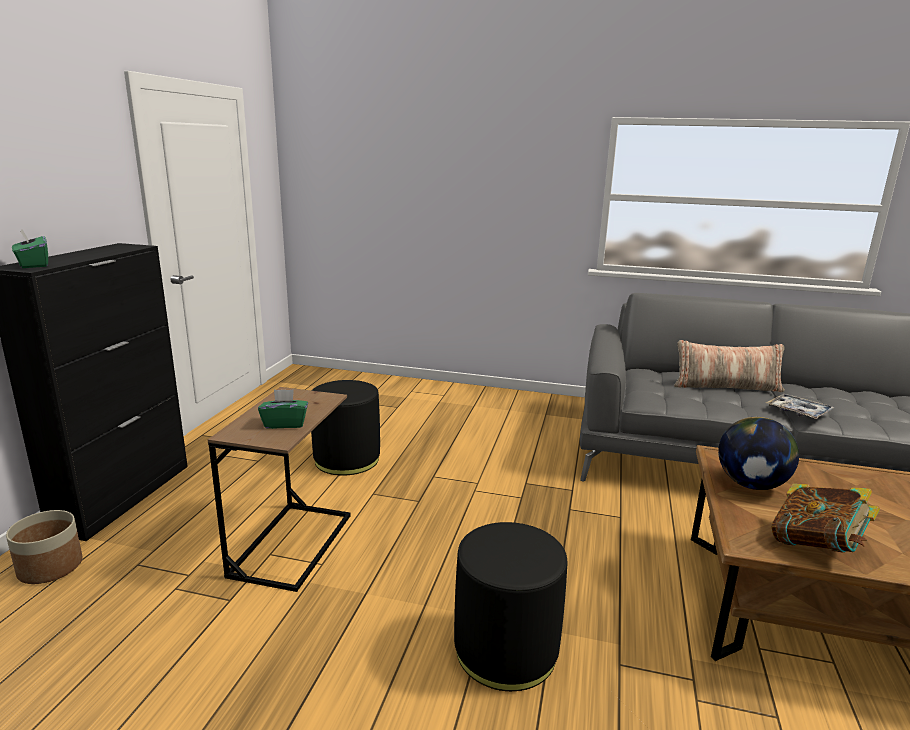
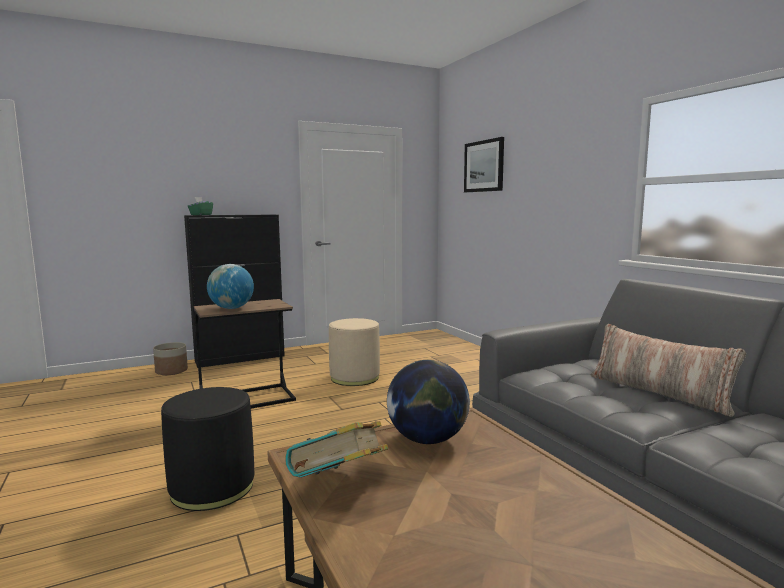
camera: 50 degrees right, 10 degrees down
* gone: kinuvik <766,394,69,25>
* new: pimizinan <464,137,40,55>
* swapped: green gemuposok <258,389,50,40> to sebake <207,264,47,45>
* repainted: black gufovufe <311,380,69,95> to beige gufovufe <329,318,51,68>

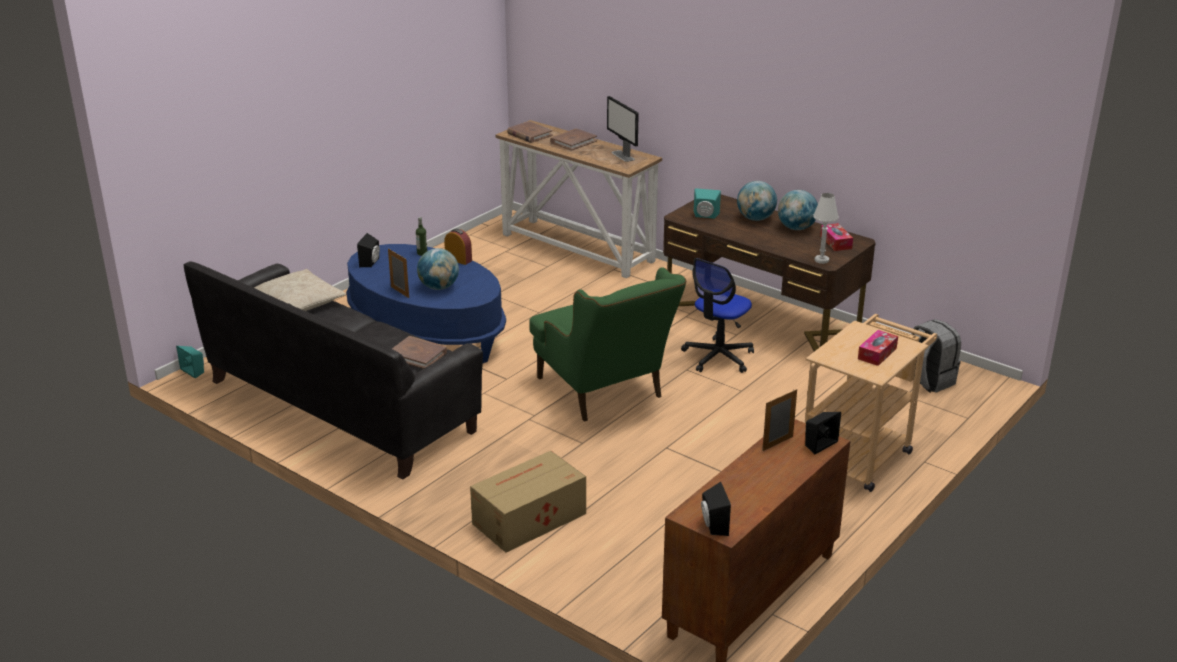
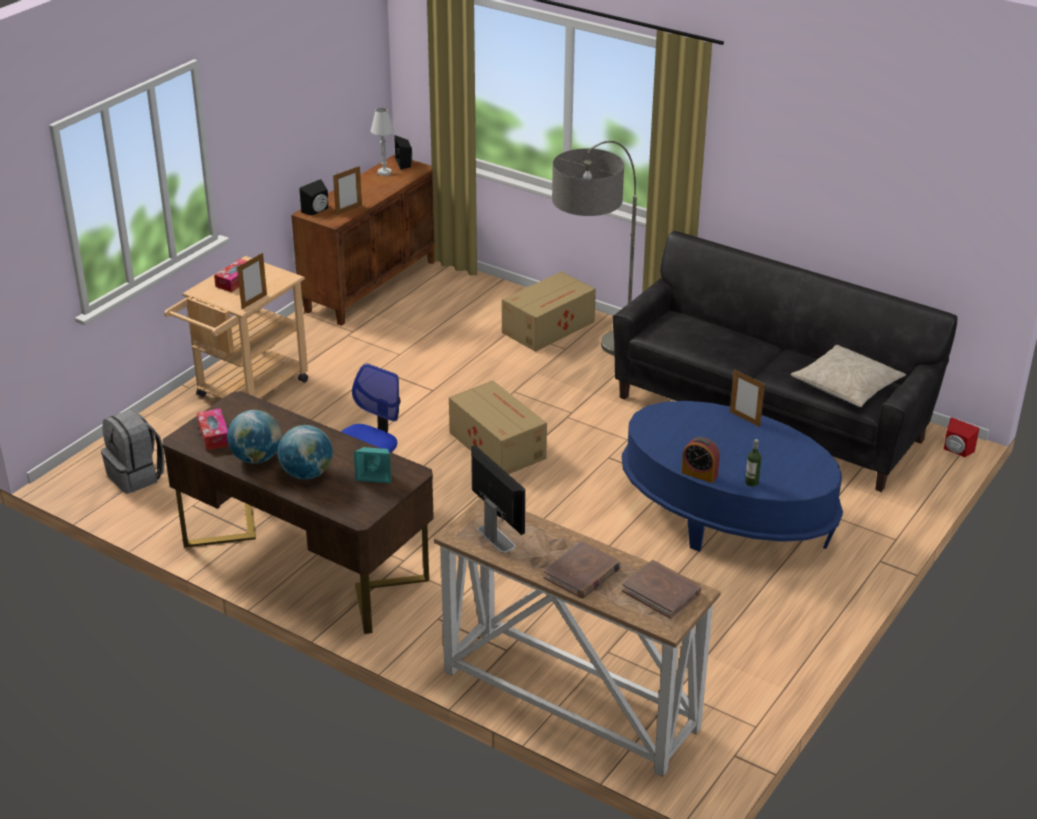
camera: 175 degrees right, 5 degrees up
* gone: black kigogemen <357,233,23,34>
* gone: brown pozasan <392,336,55,33>
* gone: sebake <417,248,42,42>
* new: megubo <237,253,30,56>
* new: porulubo <552,141,85,215>
* shifted: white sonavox <813,193,26,71> to <371,108,24,68>
* swapped: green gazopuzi <529,267,157,155> to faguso <449,381,98,93>
* repainted: turquoise kigogemen <176,346,28,32> to red kigogemen <944,417,35,40>

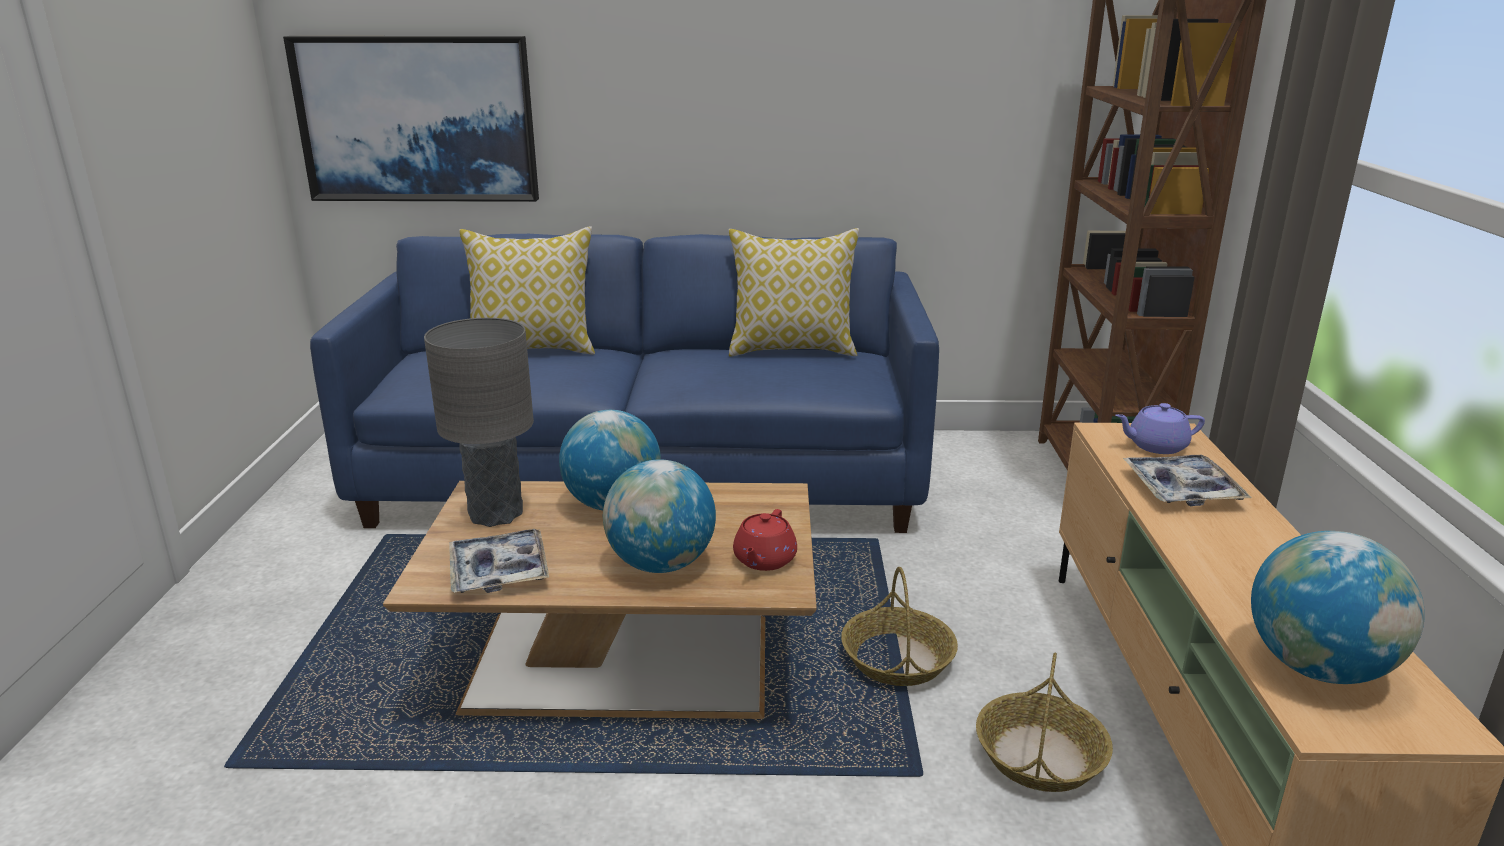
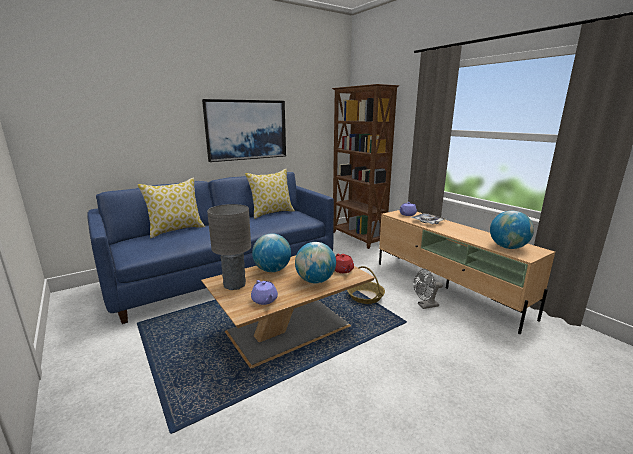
camera: 35 degrees left, 5 degrees down
* shifted: pimizinan <283,36,256,166> to <202,99,84,63>
* swapped: kinuvik <449,529,100,64> to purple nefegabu <251,280,27,25>
* swapped: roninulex <976,653,137,139> to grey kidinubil <414,269,29,40>

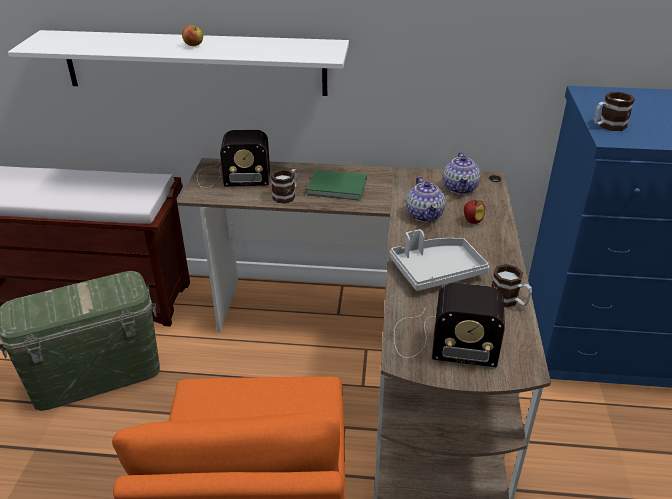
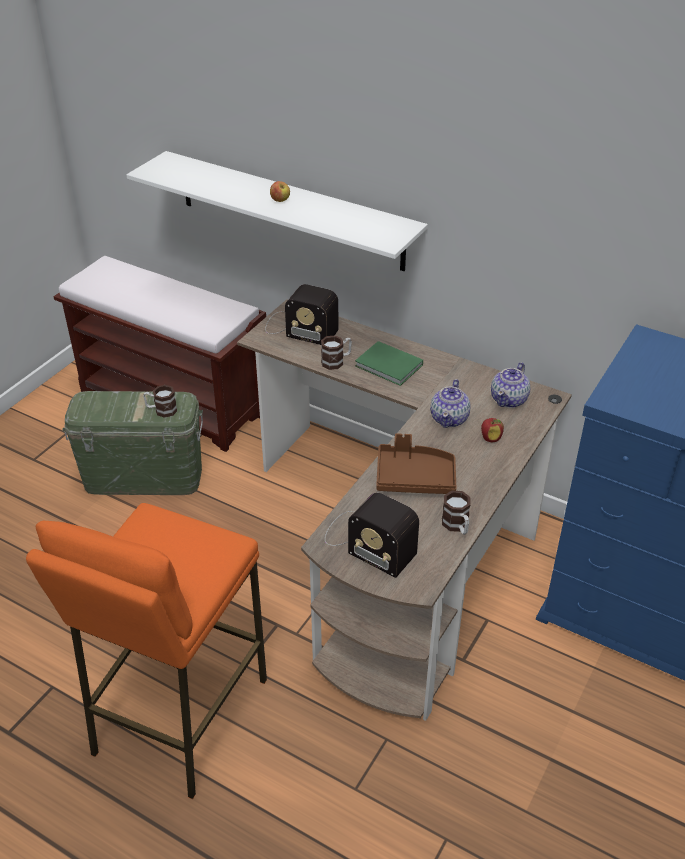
camera: 25 degrees right, 5 degrees up
* shifted: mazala <594,92,41,39> to <143,385,34,33>
* repainted: grey kinuvik <390,229,99,62> to brown kinuvik <376,434,80,60>

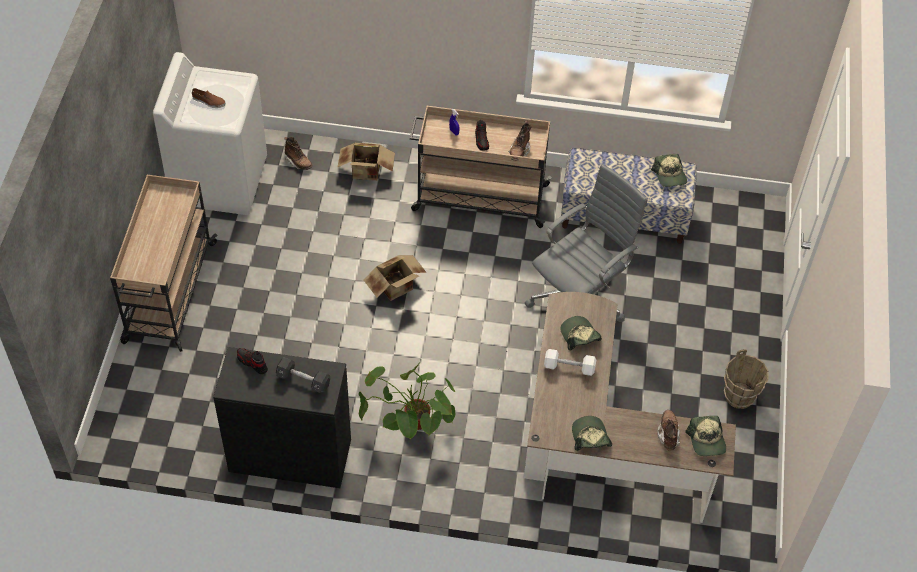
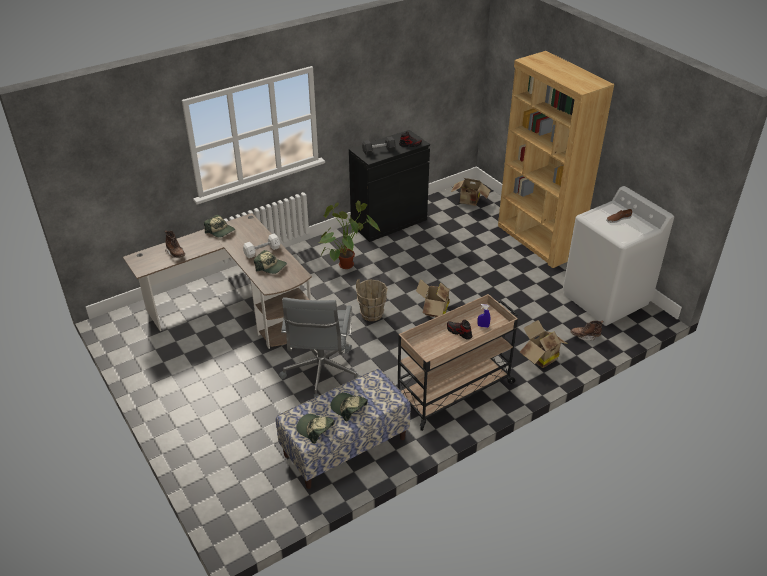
camera: 140 degrees right, 15 degrees down
* gone: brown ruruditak <509,121,22,40>
* new: faguso <451,178,40,28>
* shifted: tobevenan <685,416,41,40> to <330,393,38,29>
* shifted: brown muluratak <724,349,45,60> to <356,279,32,42>
* swapped: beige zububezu <110,175,108,177> to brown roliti <498,51,116,217>

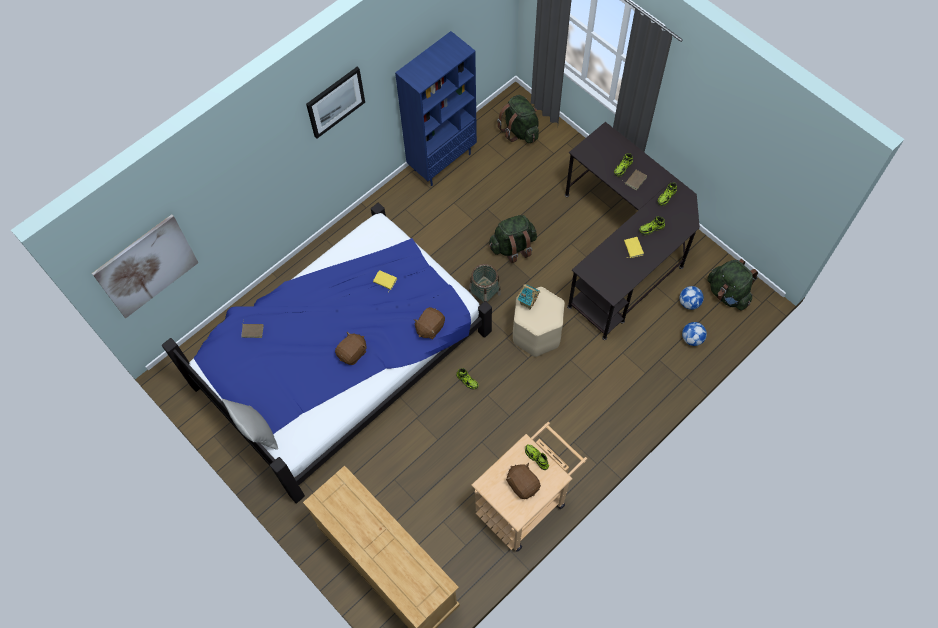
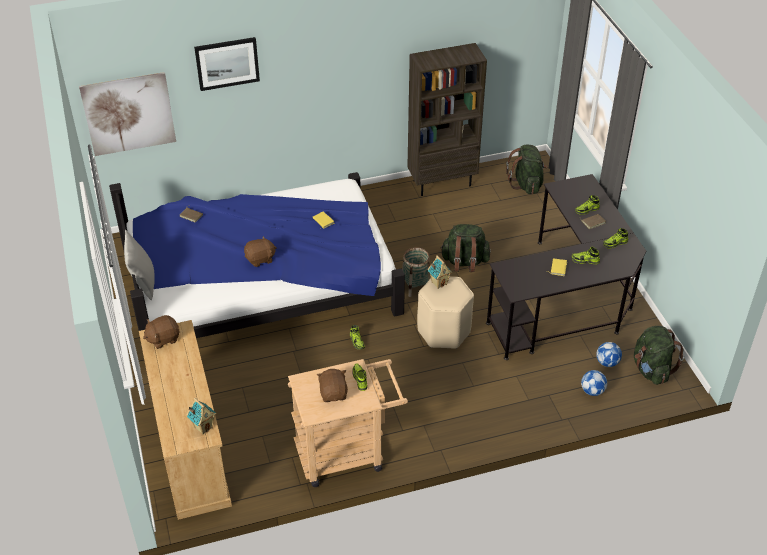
camera: 25 degrees right, 20 degrees down
* new: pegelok <187,398,29,37>
* shifted: pimizinan <306,67,59,72> to <194,37,66,54>
* shifted: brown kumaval <414,307,31,32> to <143,315,36,34>
* repainted: blue roliti <395,31,82,155> to brown roliti <407,43,80,153>

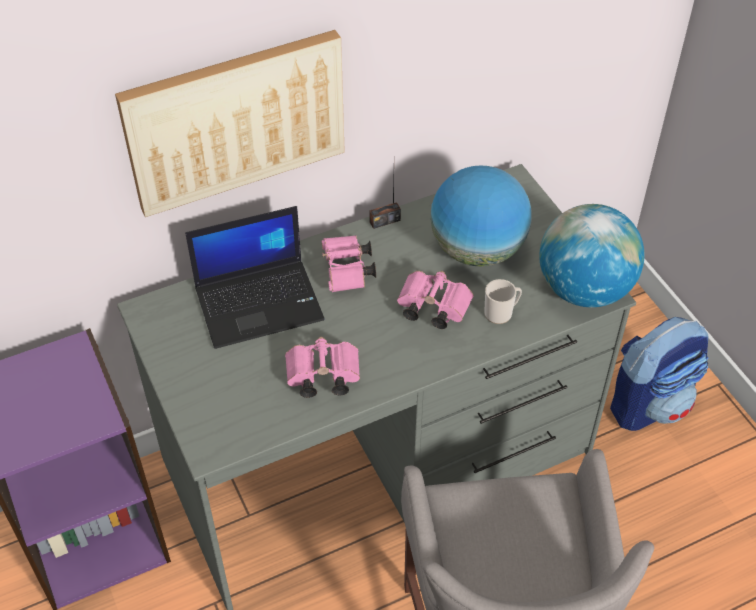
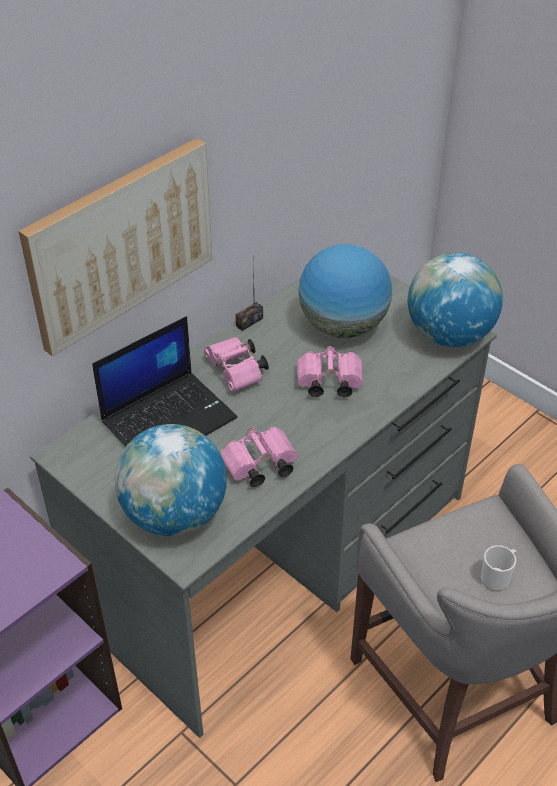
camera: 20 degrees left, 5 degrees down
* gone: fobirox <610,317,98,114>
* new: sebake <115,424,112,112>
* shifted: mazala <484,279,38,45> to <481,545,36,46>

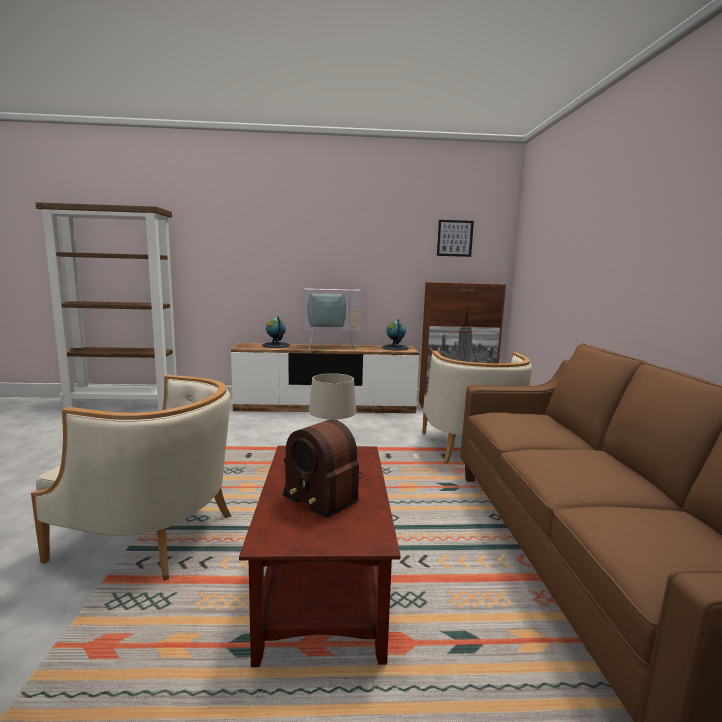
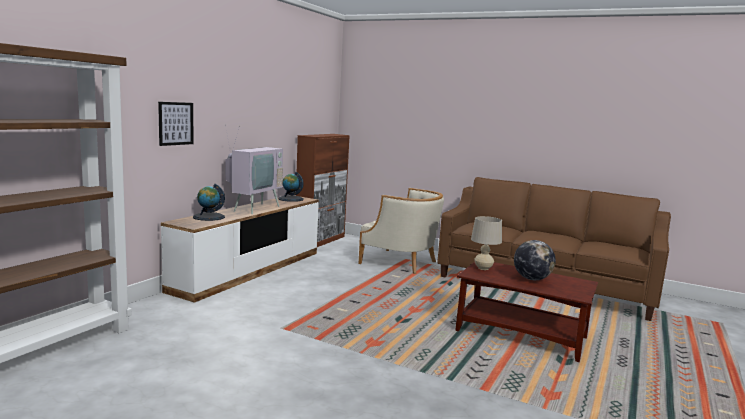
camera: 60 degrees left, 0 degrees up
* gone: beige gazopuzi <31,375,201,206>
* shifted: pimizinan <437,220,37,37> to <158,102,36,44>
* swapped: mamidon <282,420,82,98> to sebake <514,240,42,40>

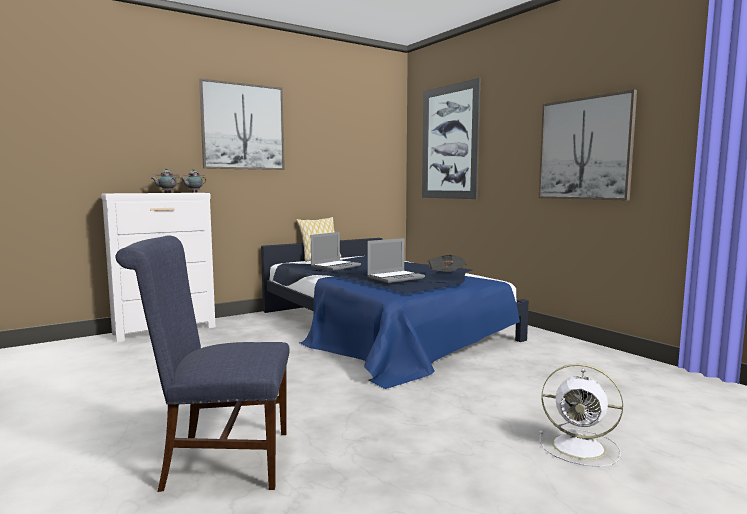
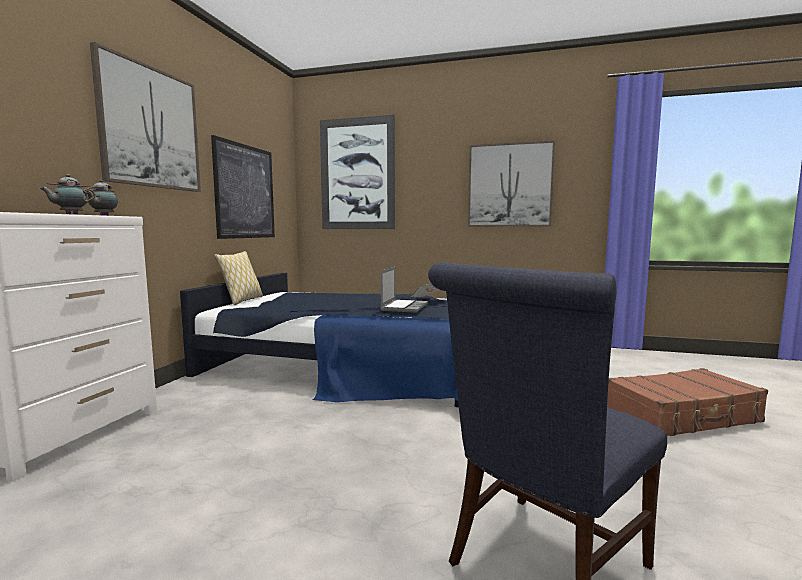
camera: 40 degrees left, 0 degrees up
* gone: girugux <311,232,50,39>
* new: pimizinan <211,135,64,104>
* swapped: white kidinubil <539,364,84,103> to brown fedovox <607,368,161,68>

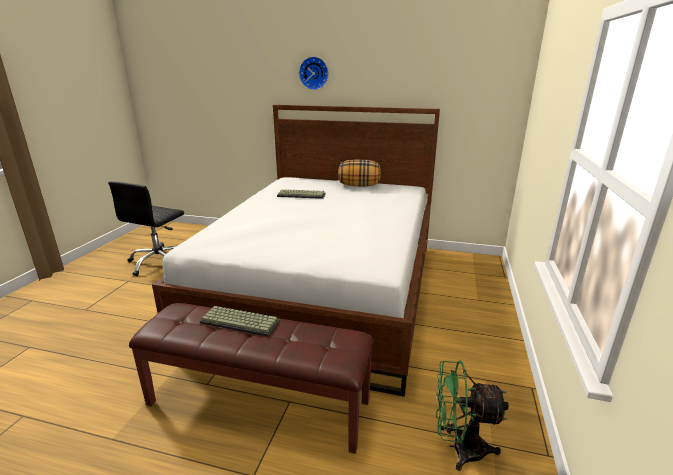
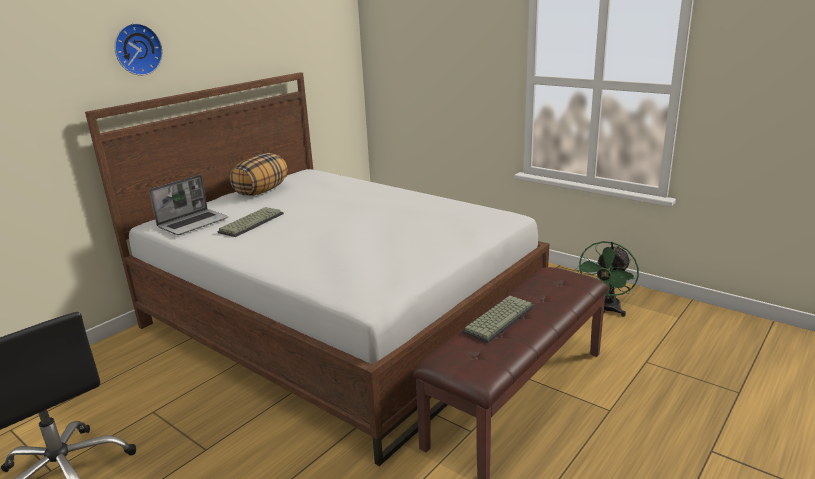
camera: 65 degrees left, 0 degrees up
* new: girugux <149,175,79,60>

